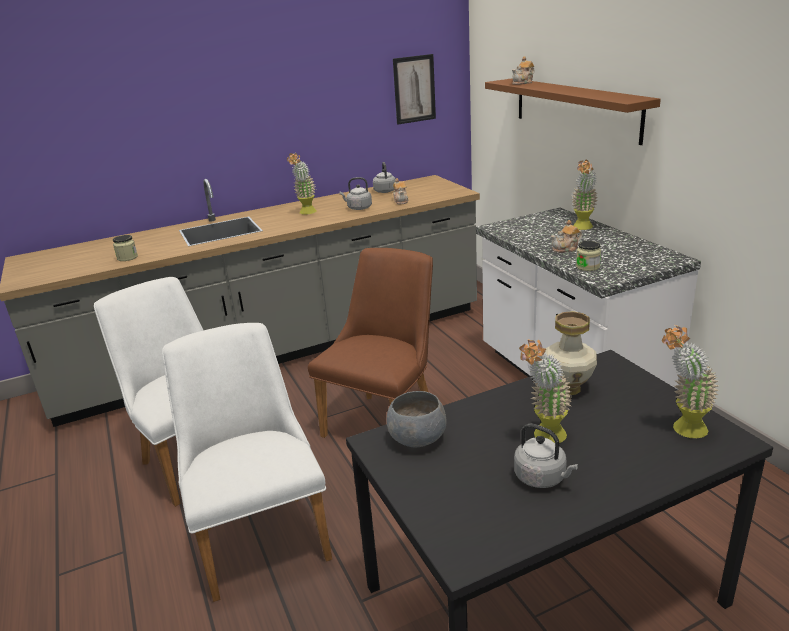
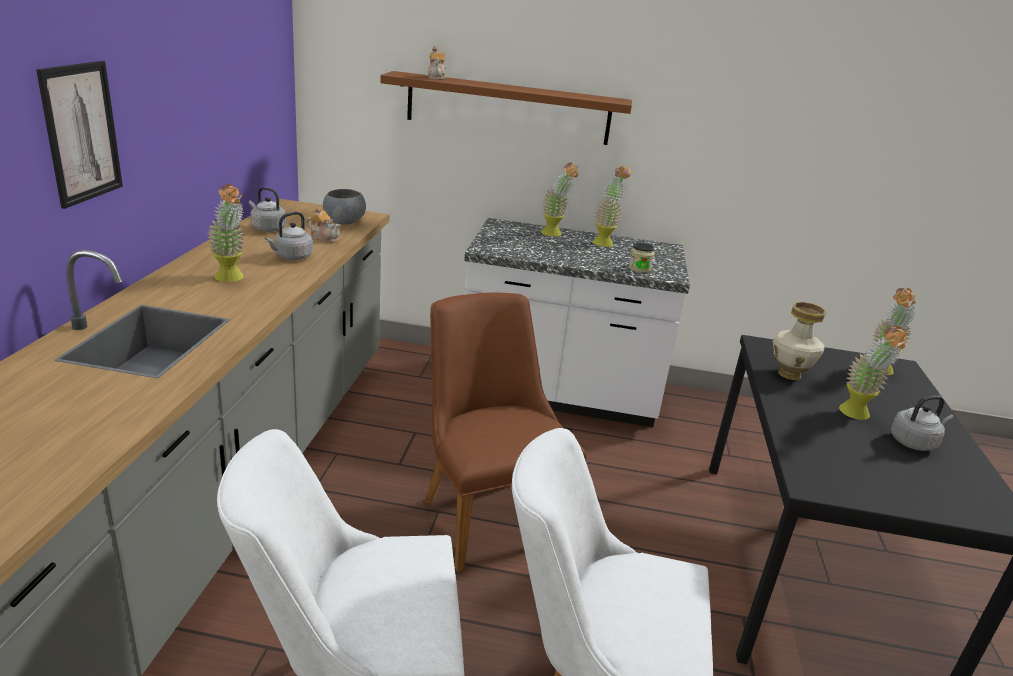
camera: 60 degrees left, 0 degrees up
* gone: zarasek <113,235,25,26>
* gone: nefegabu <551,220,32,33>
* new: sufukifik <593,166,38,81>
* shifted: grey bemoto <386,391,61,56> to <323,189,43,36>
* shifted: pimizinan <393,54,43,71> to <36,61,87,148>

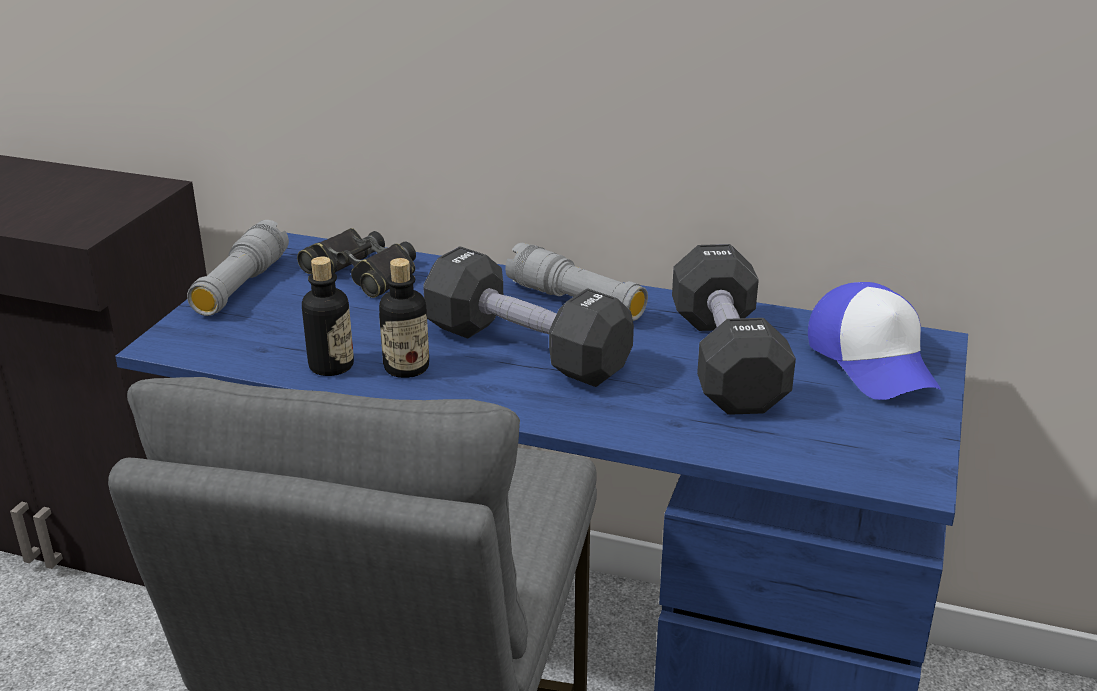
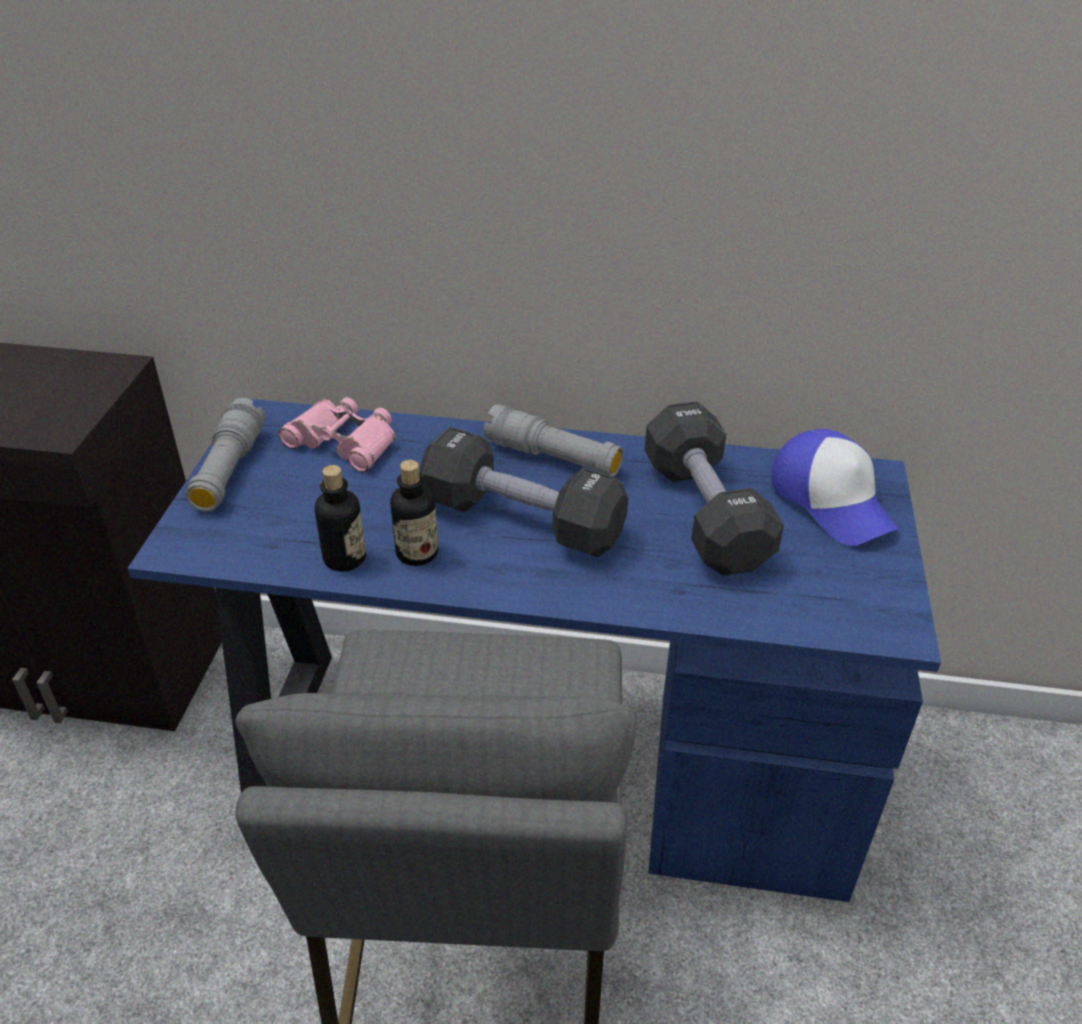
camera: 10 degrees left, 10 degrees up
* repainted: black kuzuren <297,228,119,70> to pink kuzuren <278,397,118,75>

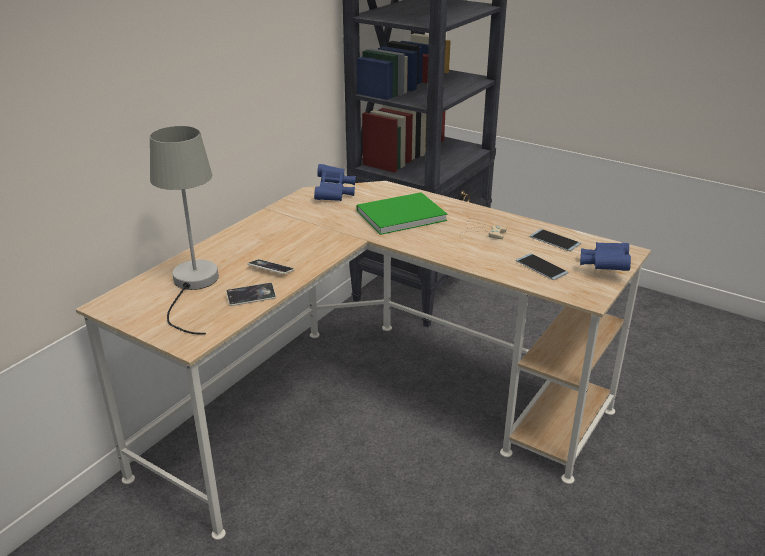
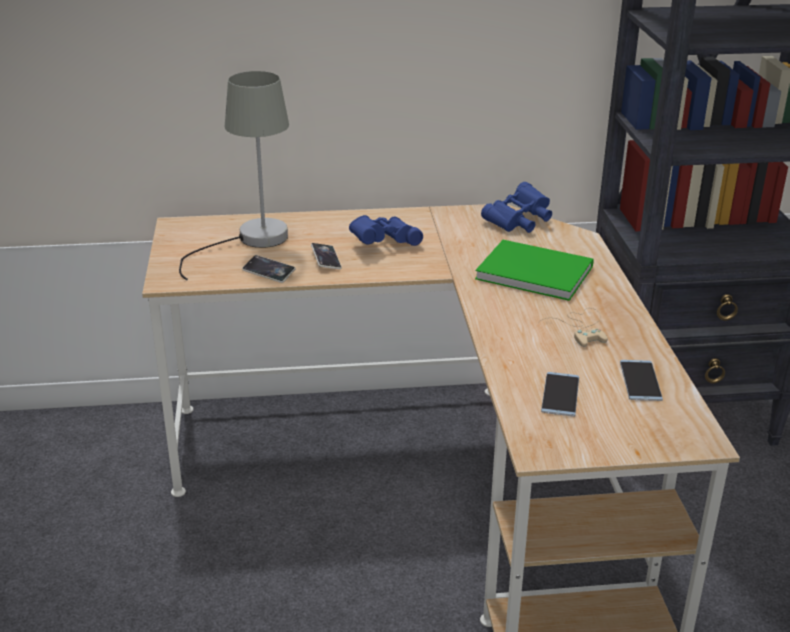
camera: 50 degrees right, 0 degrees up
* shifted: blue kuzuren <580,242,51,29> to <349,215,74,31>

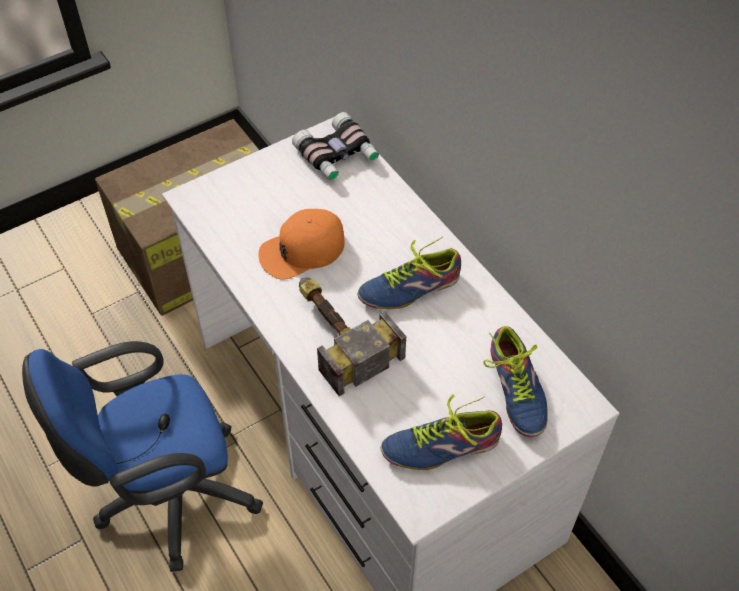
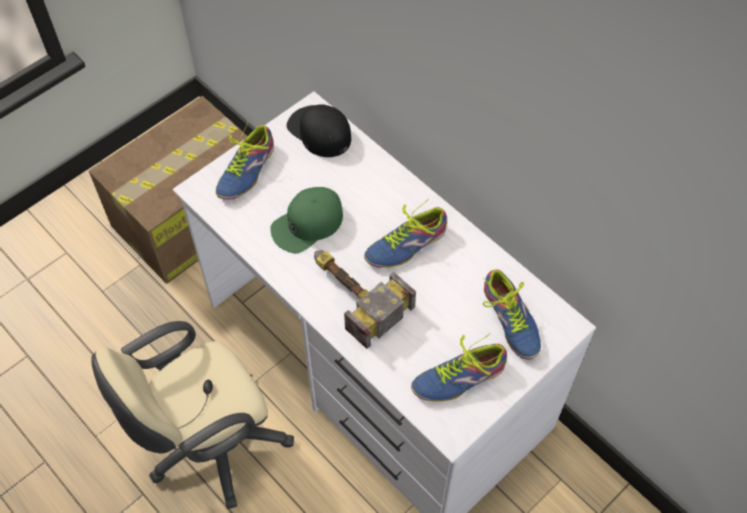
camera: 10 degrees left, 5 degrees up
* new: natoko <216,122,58,78>
* swapped: kuzuren <292,112,87,69> to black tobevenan <286,104,65,53>
* repainted: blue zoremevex <22,341,241,231> to beige zoremevex <91,321,203,188>
* repainted: orange tobevenan <259,209,86,71> to green tobevenan <270,187,73,66>

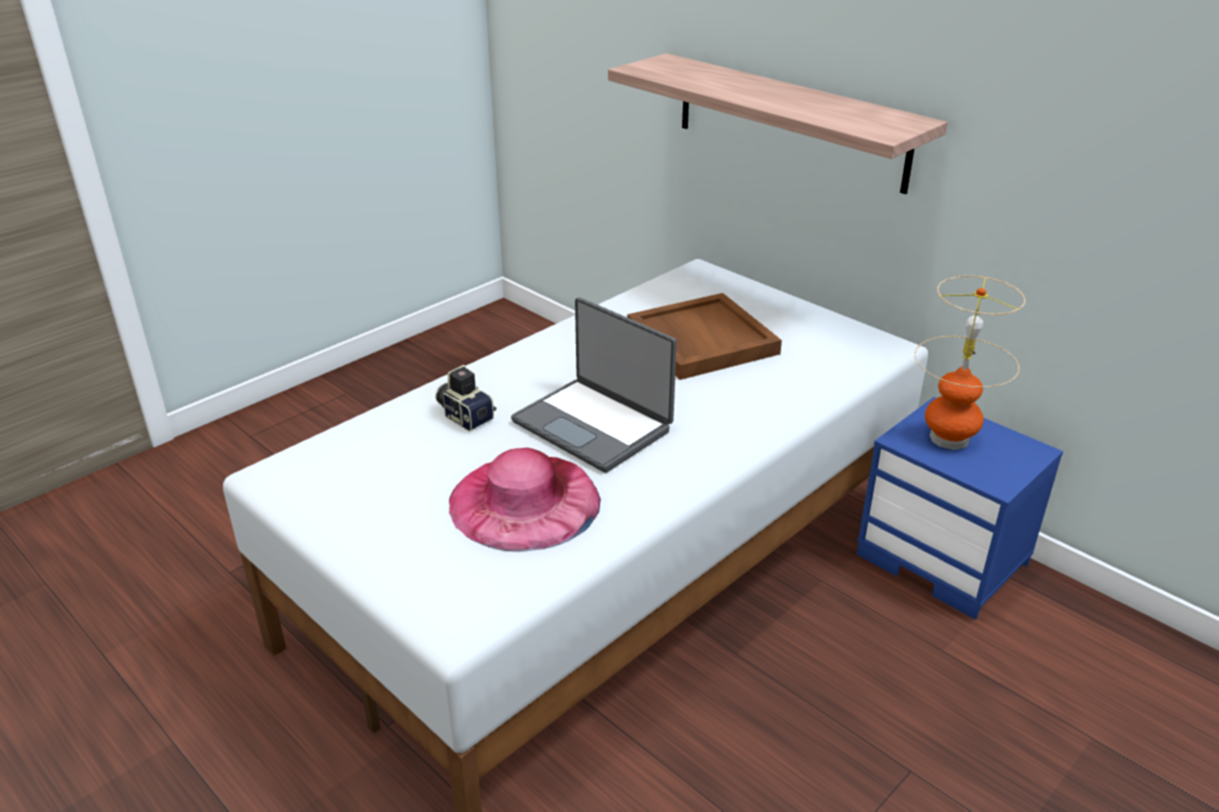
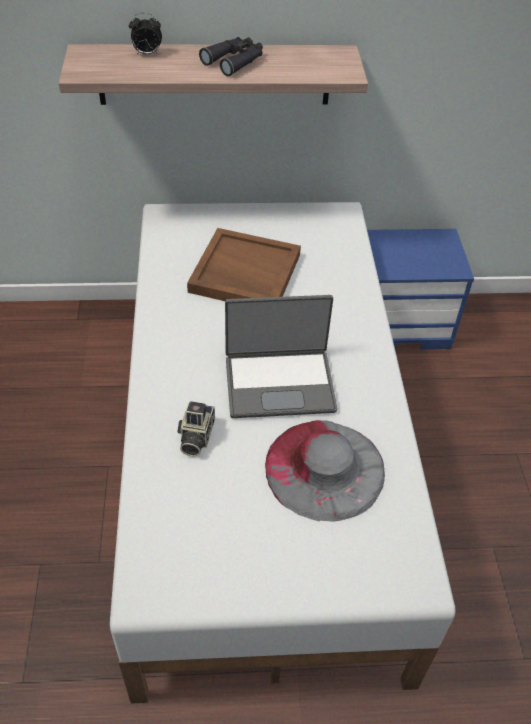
camera: 50 degrees left, 15 degrees up
* gone: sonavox <915,276,110,174>
* new: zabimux <129,13,33,42>
* new: black kuzuren <199,37,64,39>
* repainted: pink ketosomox <449,448,152,104> to grey ketosomox <265,420,120,102>
* rotated: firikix <435,365,61,66> = <177,401,38,55> 75 degrees counterclockwise

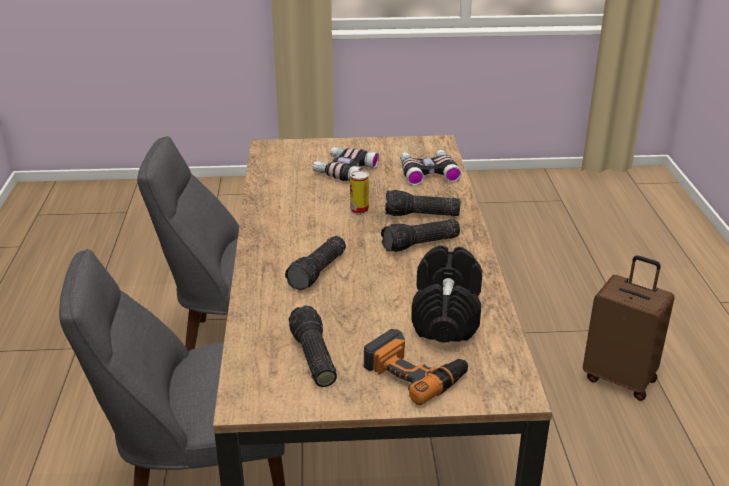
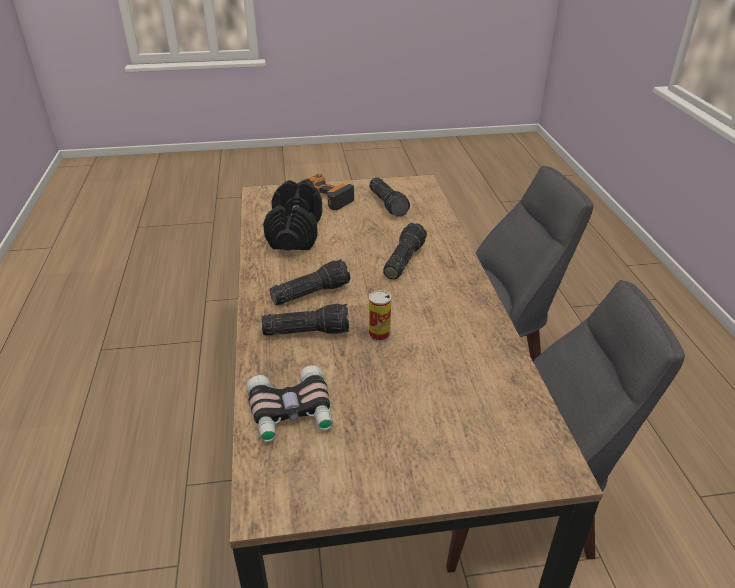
camera: 175 degrees right, 5 degrees up
* gone: kuzuren <313,147,66,34>
* gone: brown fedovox <583,255,92,146>

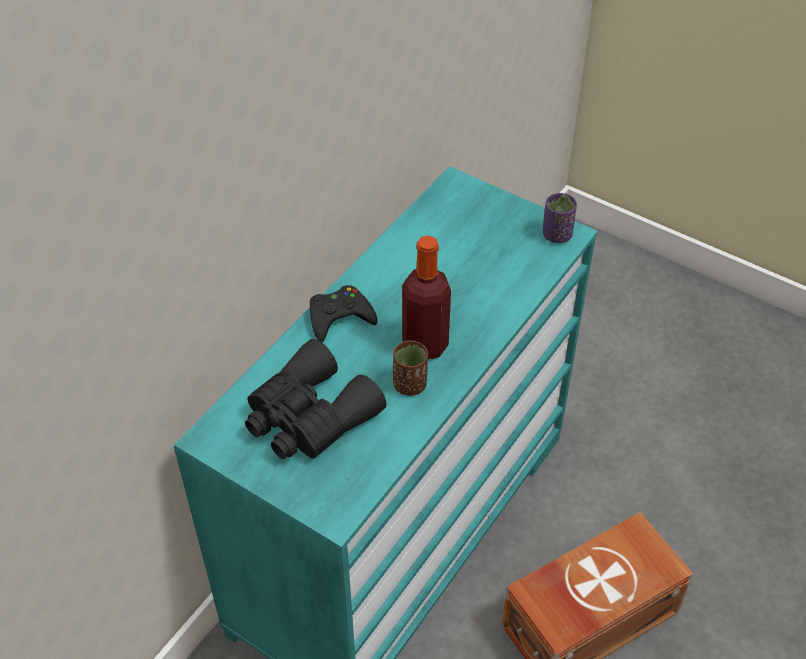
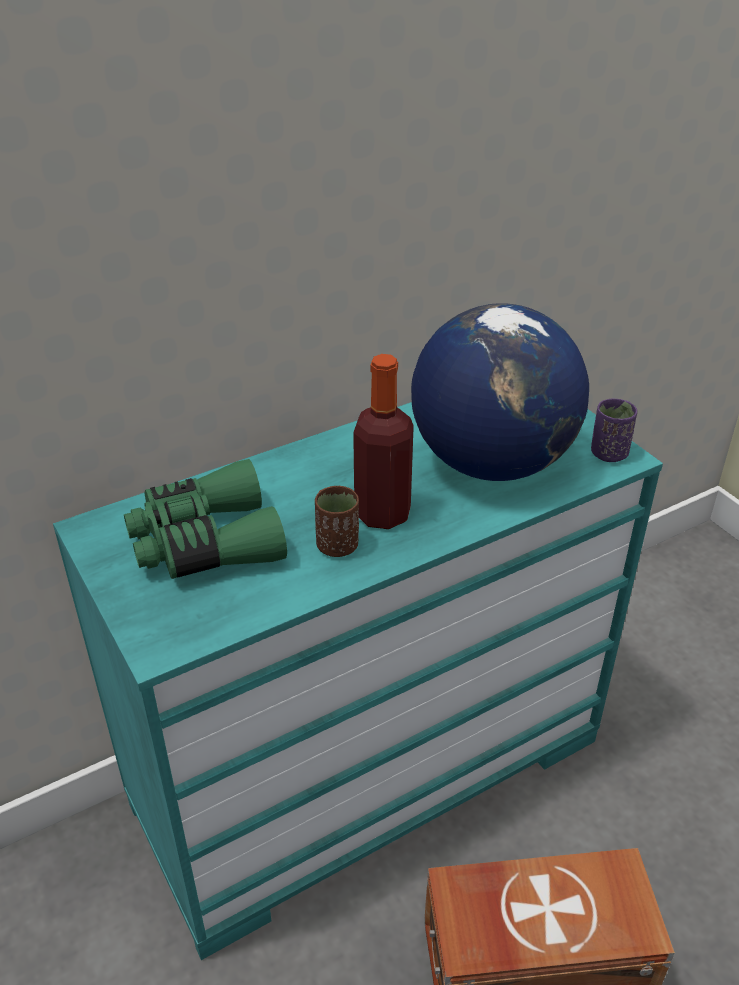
camera: 25 degrees right, 10 degrees down
* gone: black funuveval <310,285,68,57>
* new: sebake <411,303,178,178>
* repainted: black kuzuren <245,339,142,120> to green kuzuren <124,459,163,120>

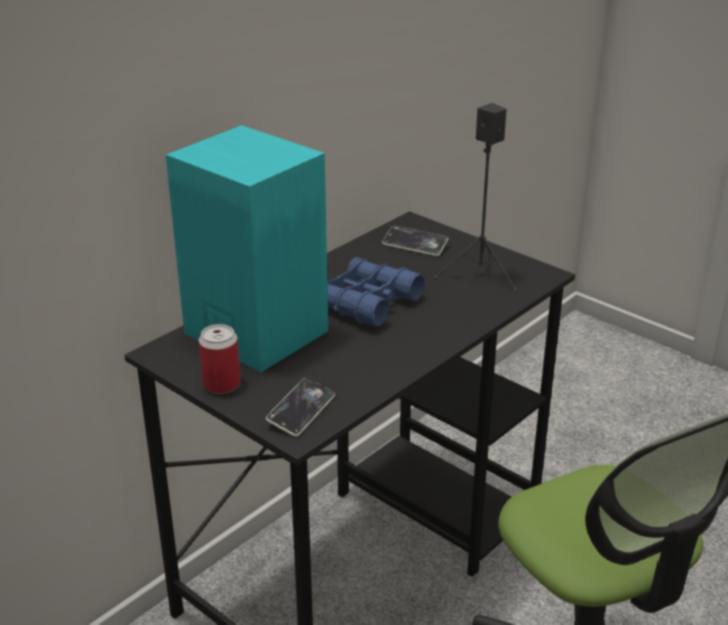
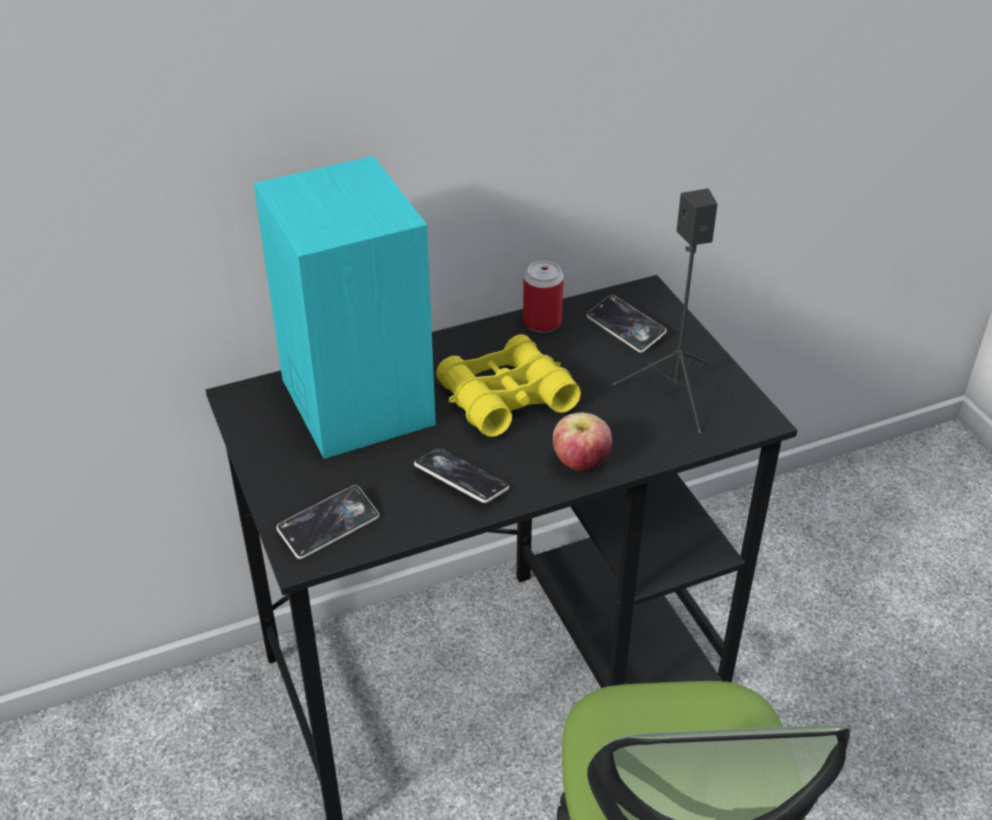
camera: 25 degrees right, 10 degrees up
* new: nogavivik <414,449,95,54>
* new: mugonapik <553,413,59,58>
* shifted: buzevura <199,324,42,70> to <523,260,41,73>
* repainted: blue kuzuren <327,257,98,69> to yellow kuzuren <436,334,145,103>

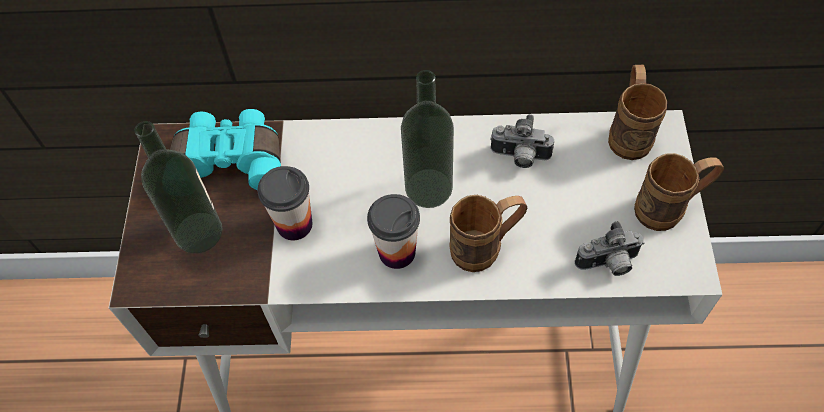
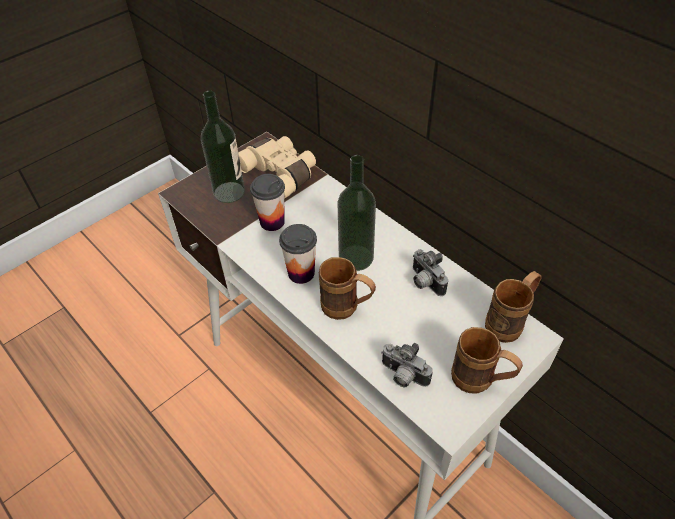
camera: 45 degrees right, 10 degrees down
* repainted: turquoise kuzuren <170,109,111,81> to beige kuzuren <238,136,78,63>

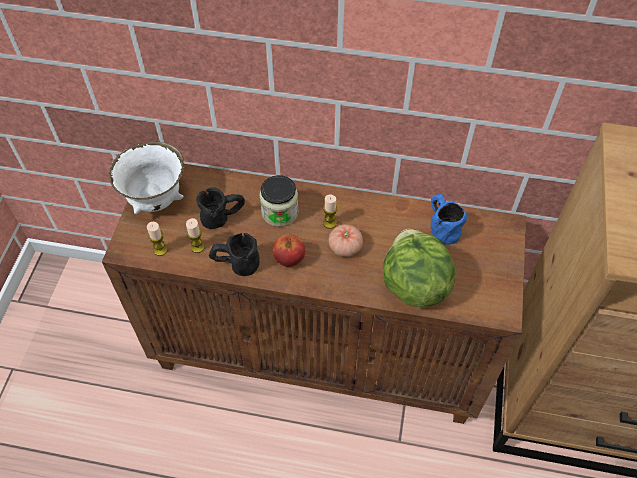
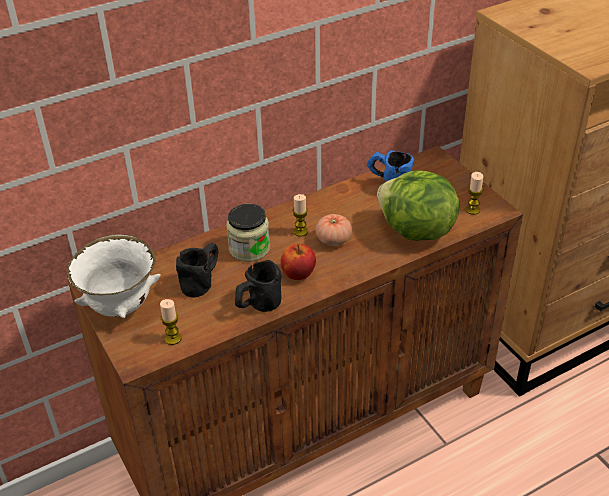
camera: 40 degrees left, 15 degrees down
* shifted: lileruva <186,218,19,35> to <465,172,19,43>

